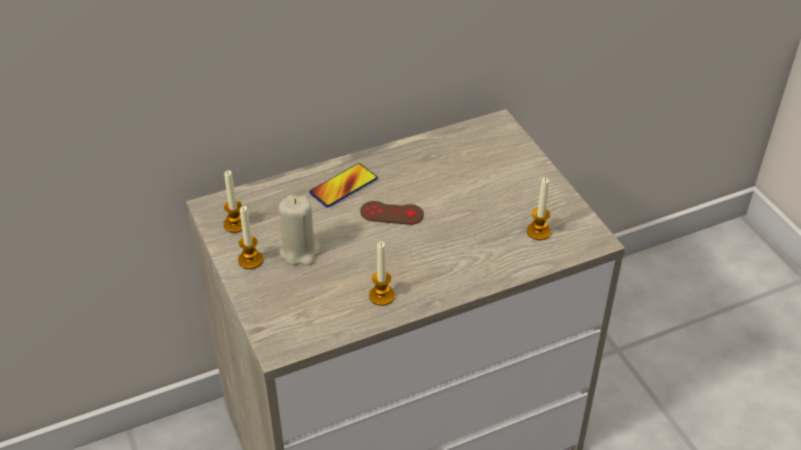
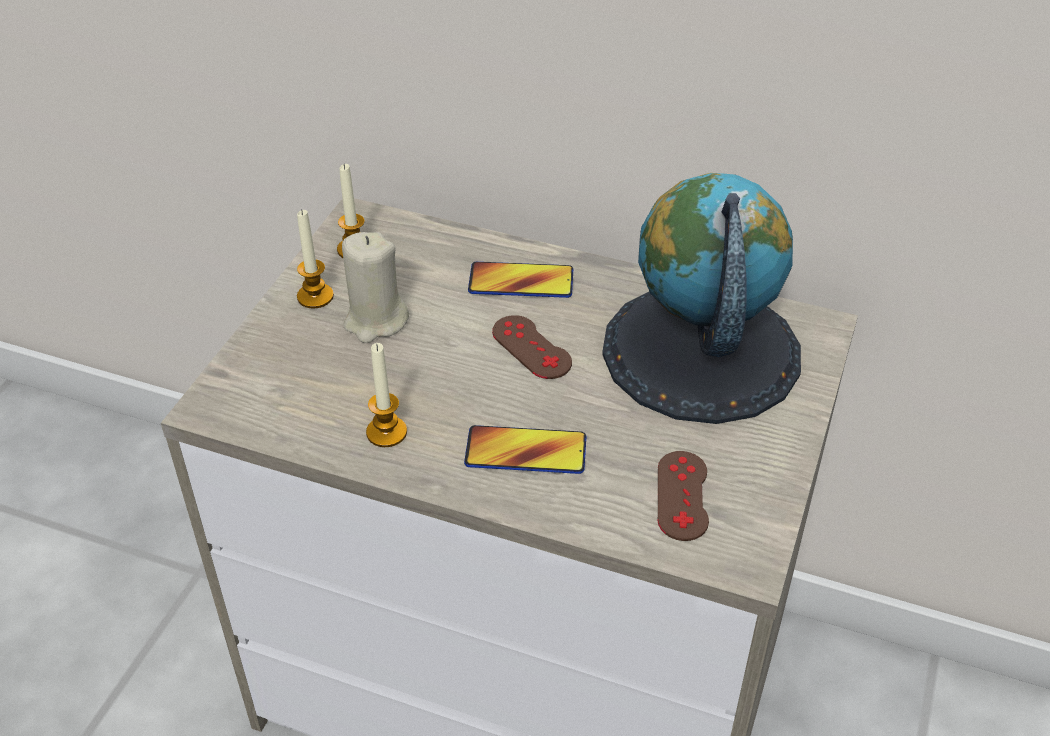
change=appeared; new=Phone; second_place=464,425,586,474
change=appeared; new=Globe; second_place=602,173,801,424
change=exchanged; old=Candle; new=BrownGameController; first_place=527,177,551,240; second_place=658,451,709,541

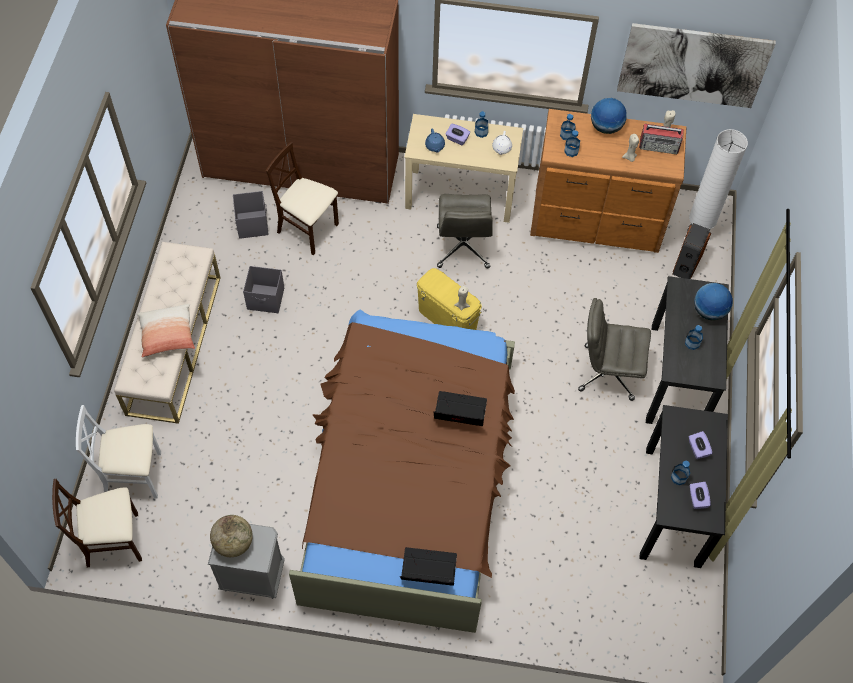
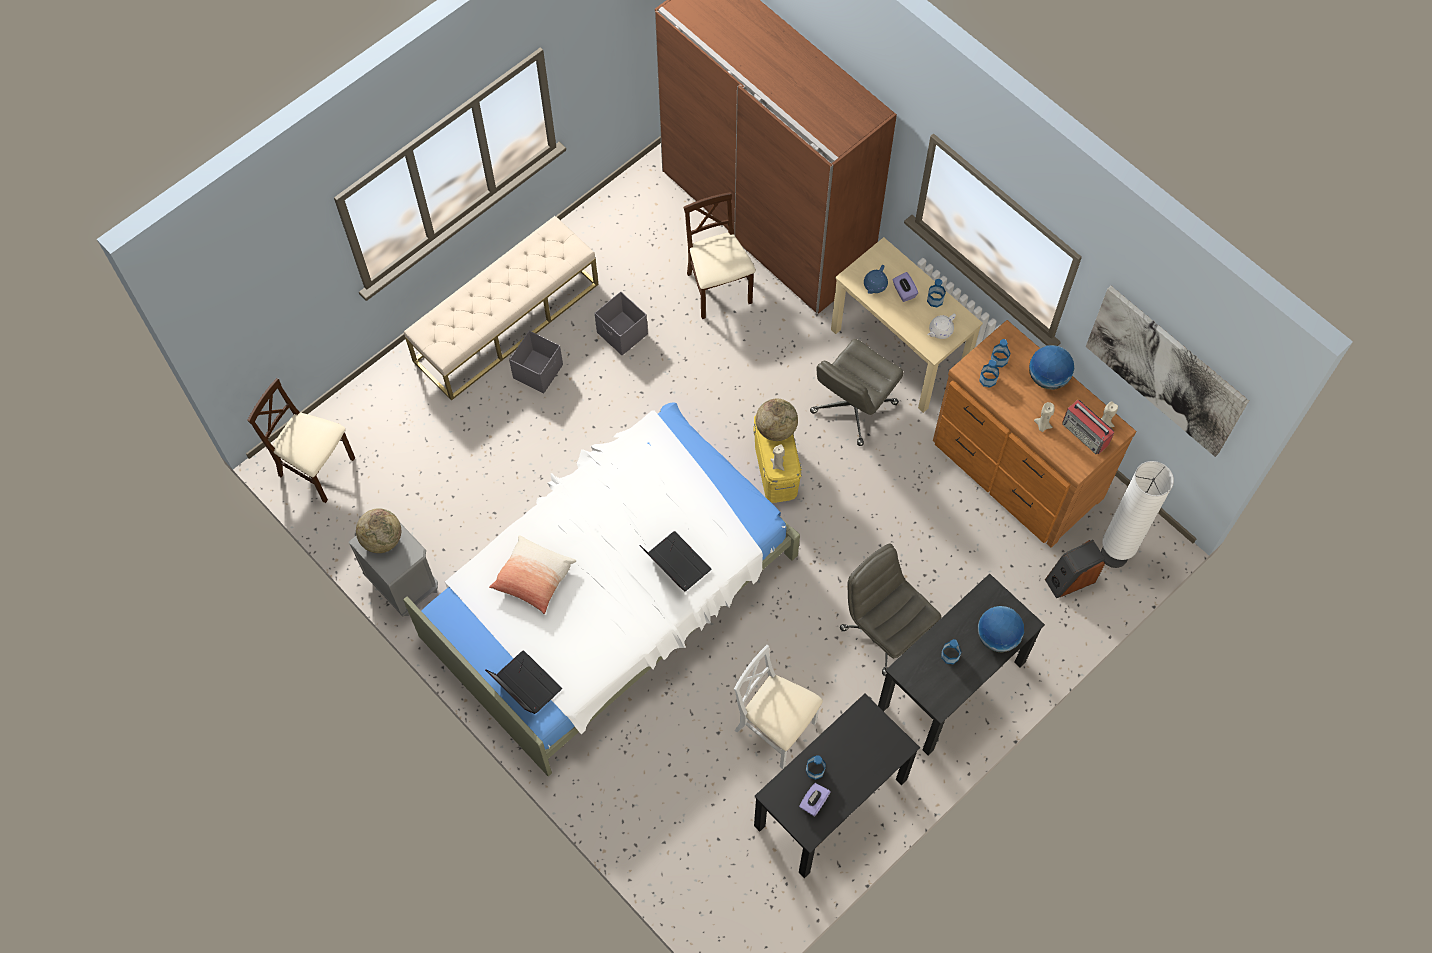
change=colour; old=BrownBed; new=WhiteBed; first_place=289,309,515,633; second_place=403,402,800,776
change=relocated; old=Pillow; first_place=137,304,195,358; second_place=489,535,576,614
change=relocated; old=GreyStorageBox; first_place=233,191,269,239; second_place=509,331,563,394
change=relocated; old=WhiteChair; first_place=76,405,161,499; second_place=734,645,823,769
change=appeared; new=Globe; second_place=756,399,798,441
change=missing; old=PurpleTissueBox; first_place=689,431,713,459

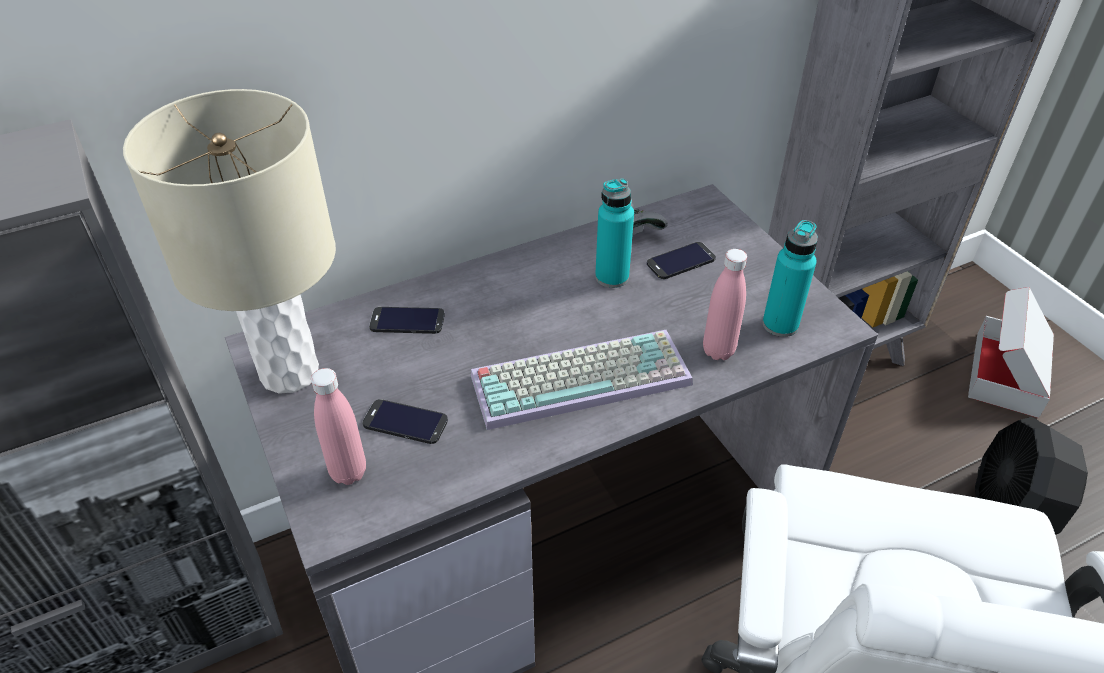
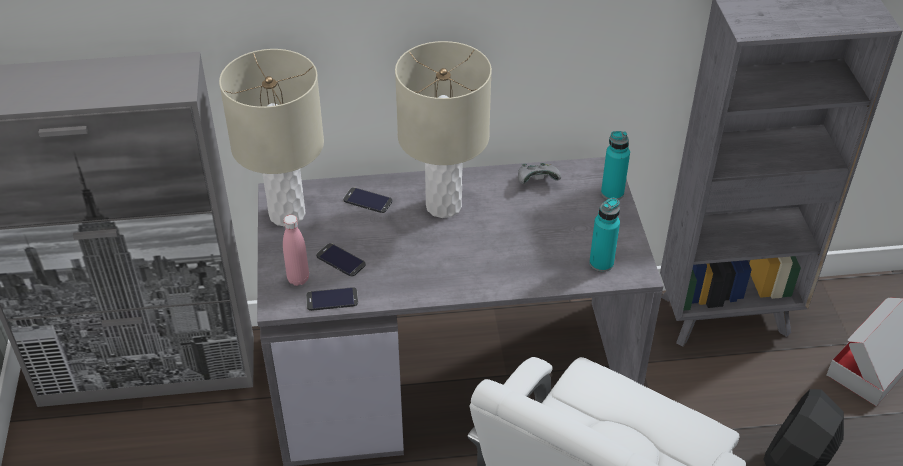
change=relocated; old=Phone; first_place=647,242,716,279; second_place=306,287,358,311
change=appeared; new=BeigeTableLamp; second_place=395,41,492,218
change=relocated; old=TurquoiseBottle; first_place=595,178,634,288; second_place=601,131,630,200
change=missing; old=Keyboard; first_place=471,330,693,430
change=missing; old=PinkBottle; first_place=703,249,747,360

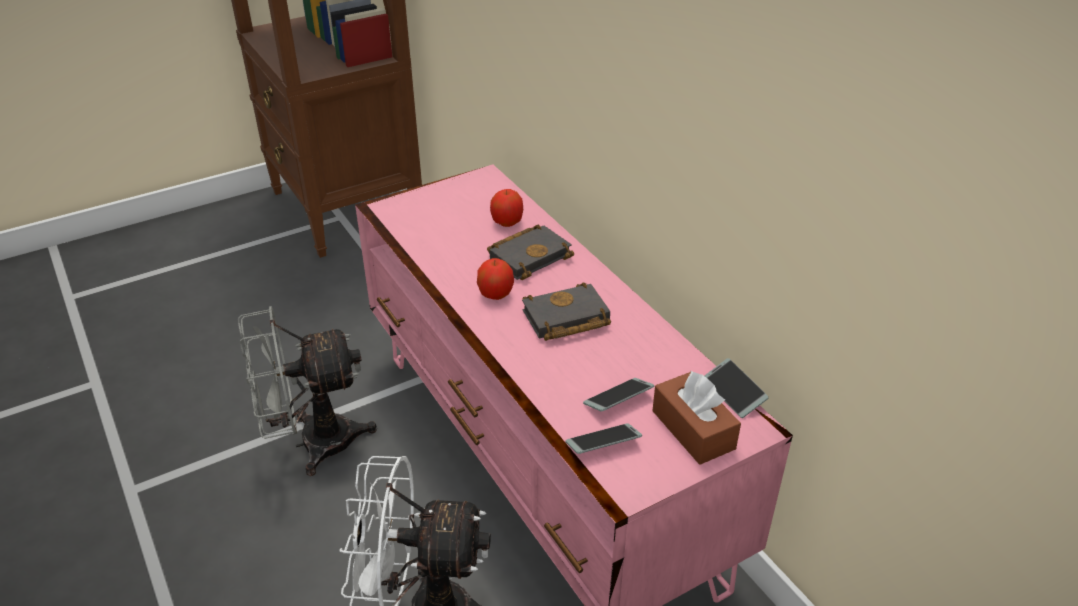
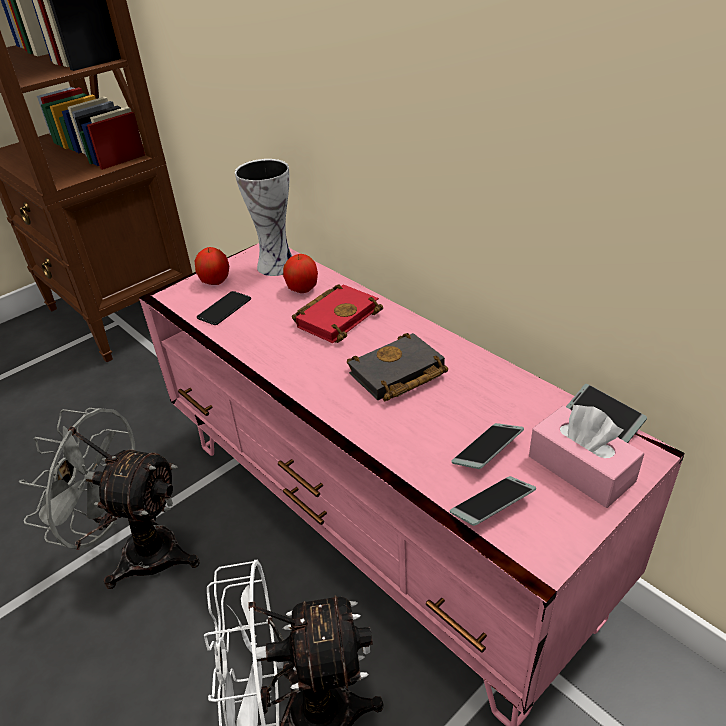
change=spun; old=GreyFan; first_place=238,306,377,476; second_place=19,408,200,589; degrees=45
change=relocated; old=Apple; first_place=477,258,514,300; second_place=194,247,229,285
change=appeared; new=Phone; second_place=197,291,251,325
change=appeared; new=Vase; second_place=235,159,292,276
change=colour; old=BlackBook; new=RedBook; first_place=487,225,574,280; second_place=292,284,383,343
change=colour; old=BrownTissueBox; new=PinkTissueBox; first_place=652,371,741,465; second_place=529,404,644,508

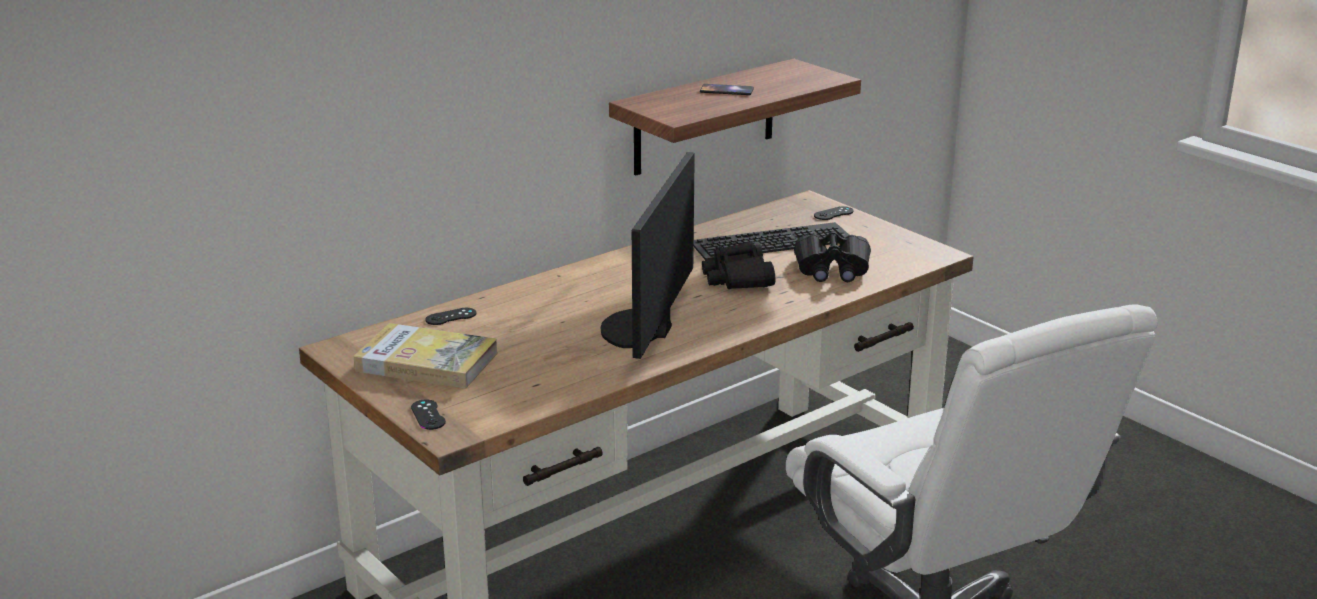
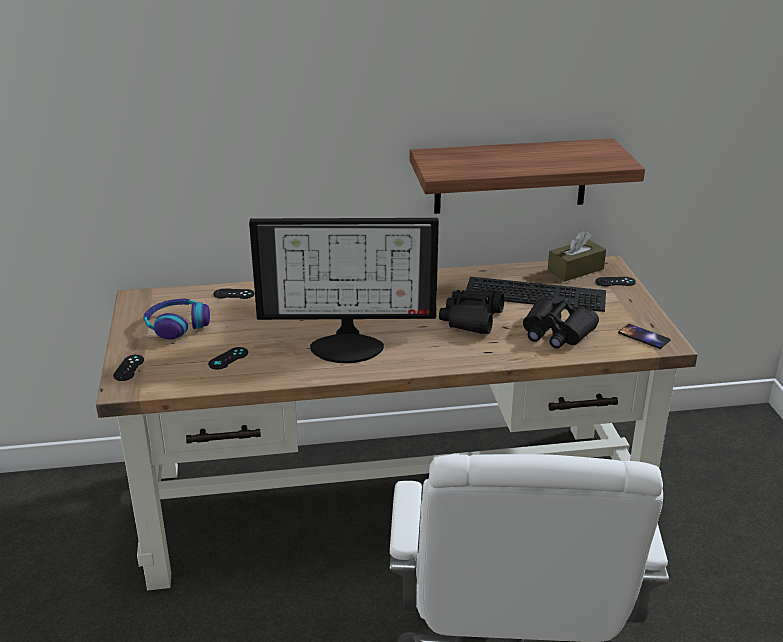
change=exchanged; old=Book; new=Headphones; first_place=354,323,498,389; second_place=143,298,210,340
change=appeared; new=BlackGameController; second_place=208,347,248,370
change=spun; old=Monitor; first_place=601,152,695,359; second_place=249,218,439,364; degrees=-135
change=appeared; new=BrownTissueBox; second_place=547,231,606,281
change=relocated; old=Phone; first_place=700,84,754,95; second_place=618,324,670,349

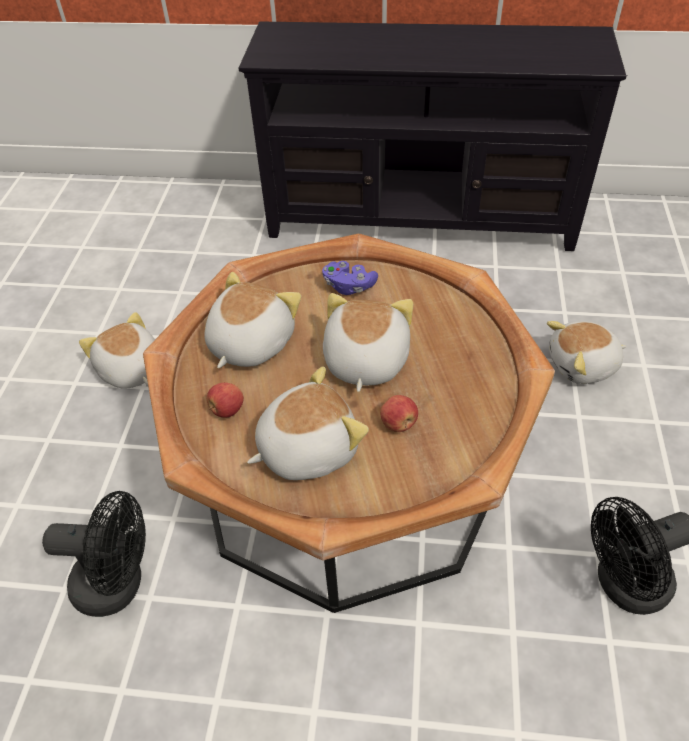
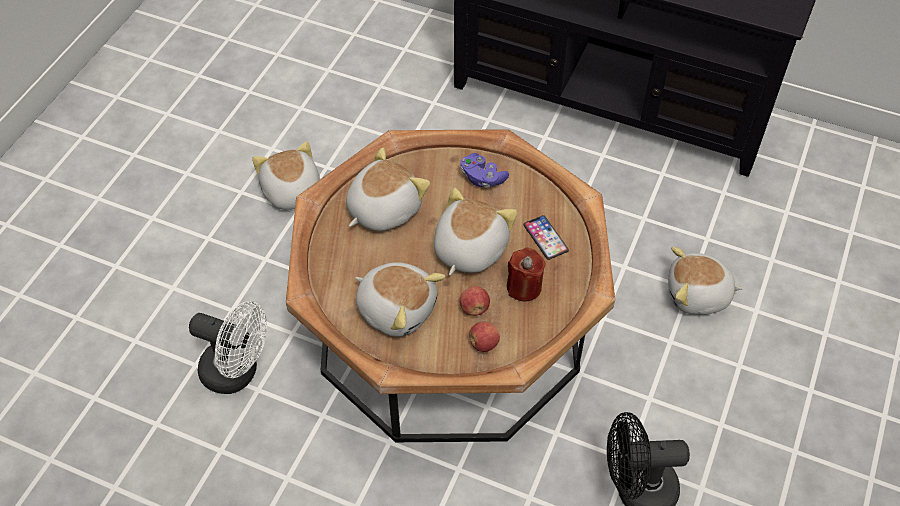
change=colour; old=BlackFan; new=WhiteFan; first_place=42,491,146,617; second_place=189,301,267,394
change=spun; old=PlushToy; first_place=247,366,369,480; second_place=355,262,446,337; degrees=45
change=relocated; old=Apple; first_place=207,382,244,418; second_place=469,322,500,352
change=appeared; new=RedCandle; second_place=507,248,546,301
change=appeared; new=Phone; second_place=524,215,569,260

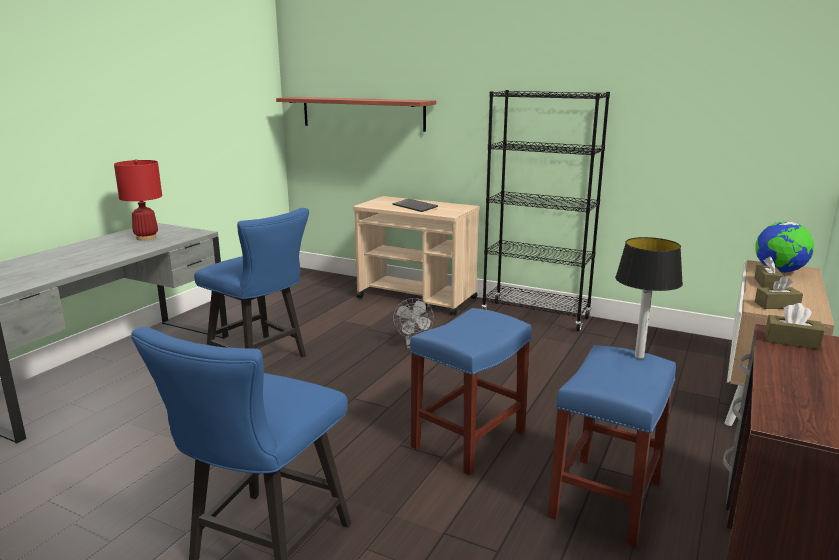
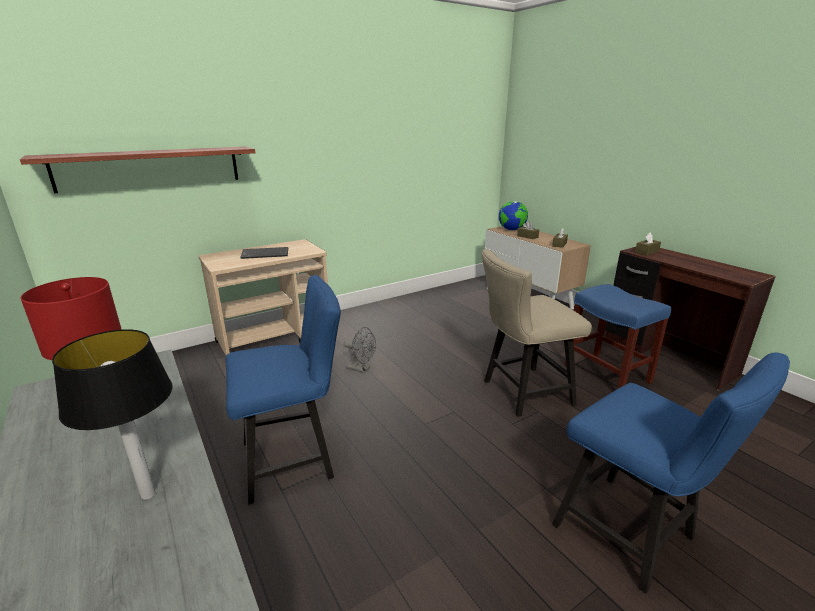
change=relocated; old=TableLamp; first_place=615,237,683,359; second_place=52,329,173,500
change=exchanged; old=BlueStool; new=BeigeChair; first_place=410,308,532,476; second_place=481,249,592,417
change=missing; old=BlackBookcase; first_place=482,90,610,331

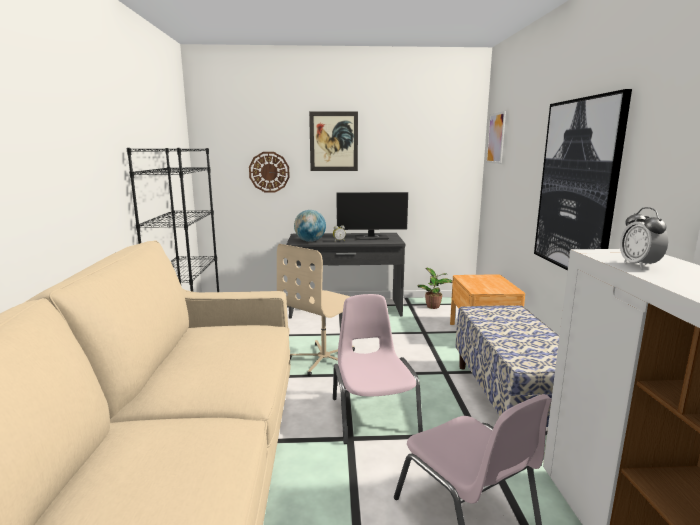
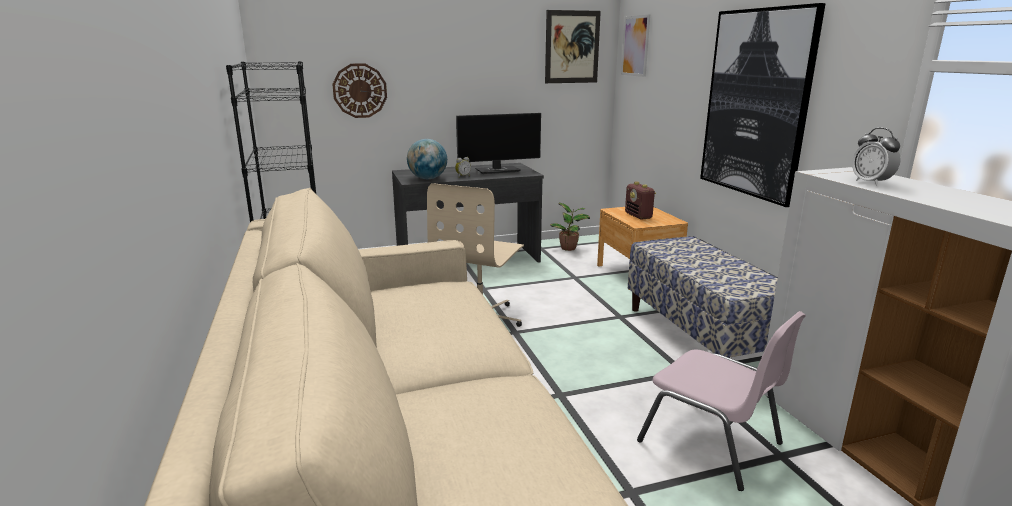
change=relocated; old=Picture; first_place=309,111,358,171; second_place=545,10,601,83
change=appeared; new=Radio; second_place=625,182,656,219
change=missing; old=PinkChair; first_place=333,294,423,444

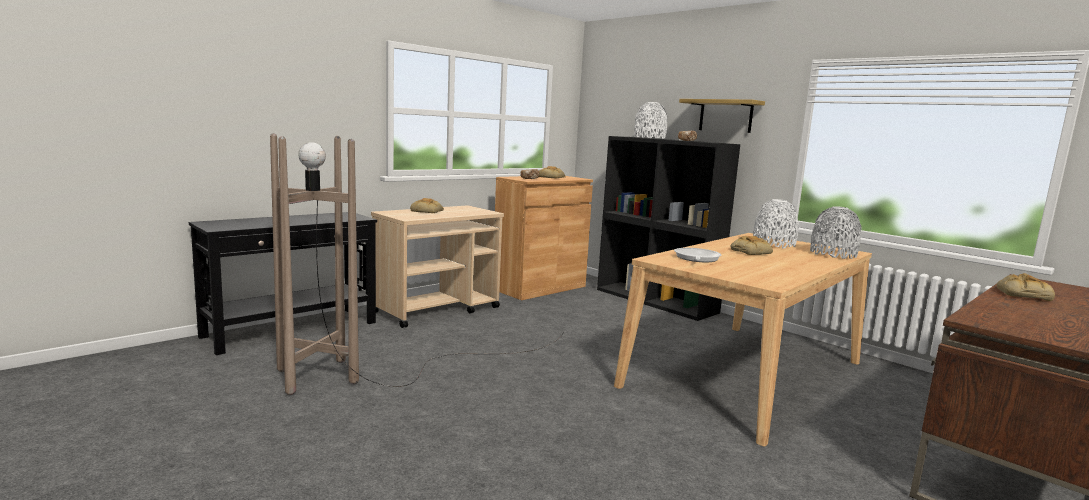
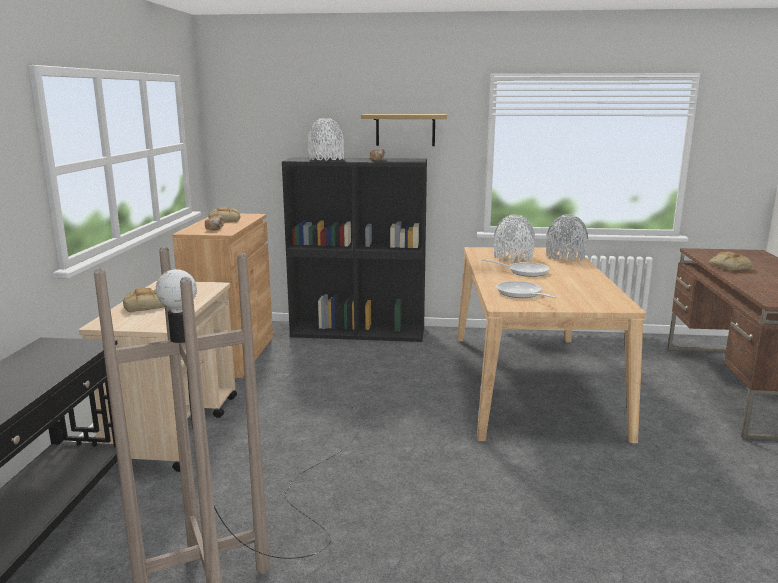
change=exchanged; old=Bread; new=FryingPan; first_place=730,236,773,255; second_place=482,259,550,277

